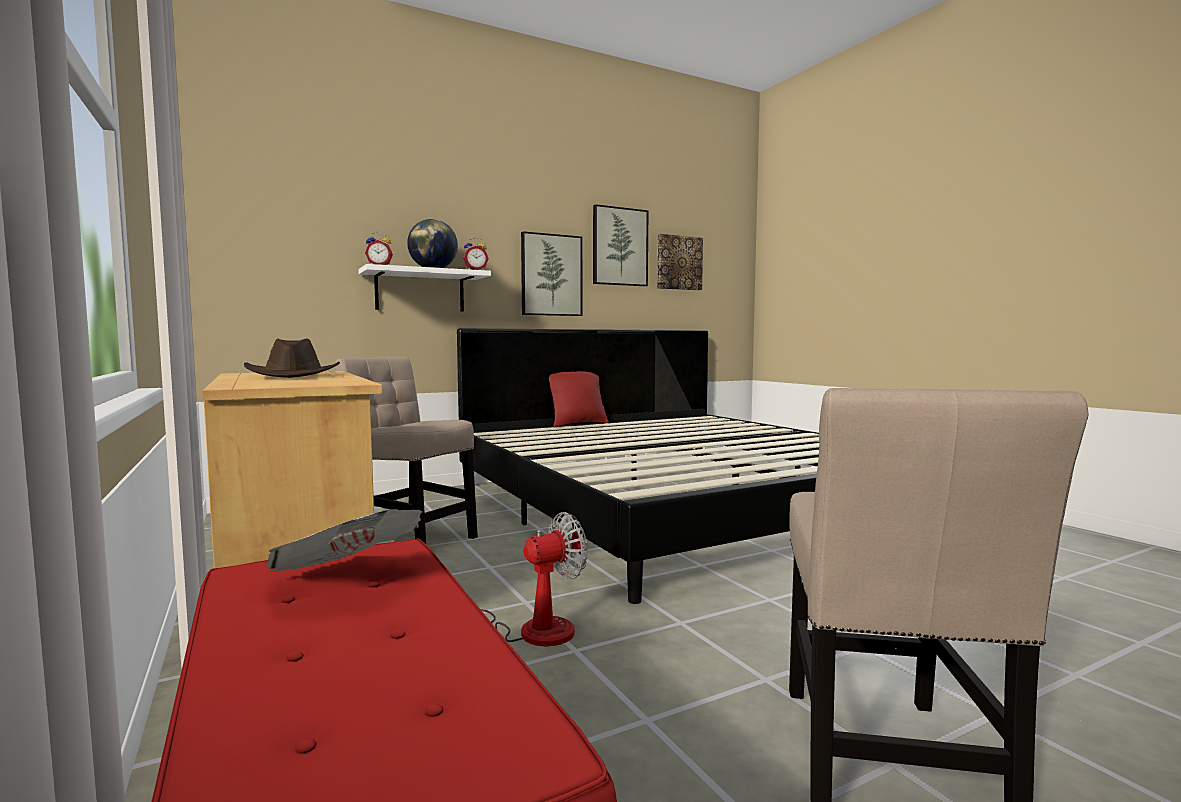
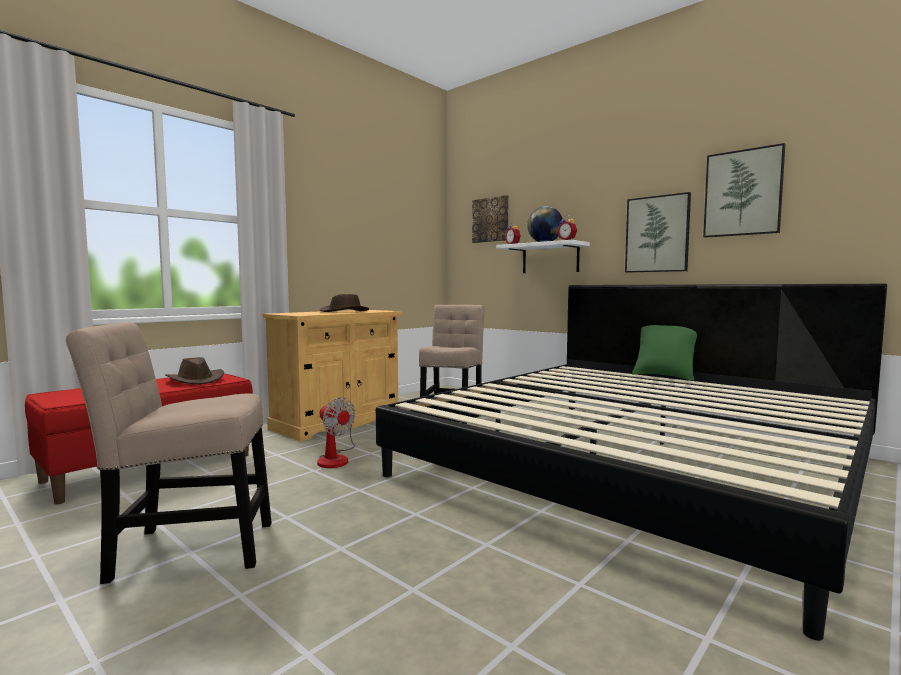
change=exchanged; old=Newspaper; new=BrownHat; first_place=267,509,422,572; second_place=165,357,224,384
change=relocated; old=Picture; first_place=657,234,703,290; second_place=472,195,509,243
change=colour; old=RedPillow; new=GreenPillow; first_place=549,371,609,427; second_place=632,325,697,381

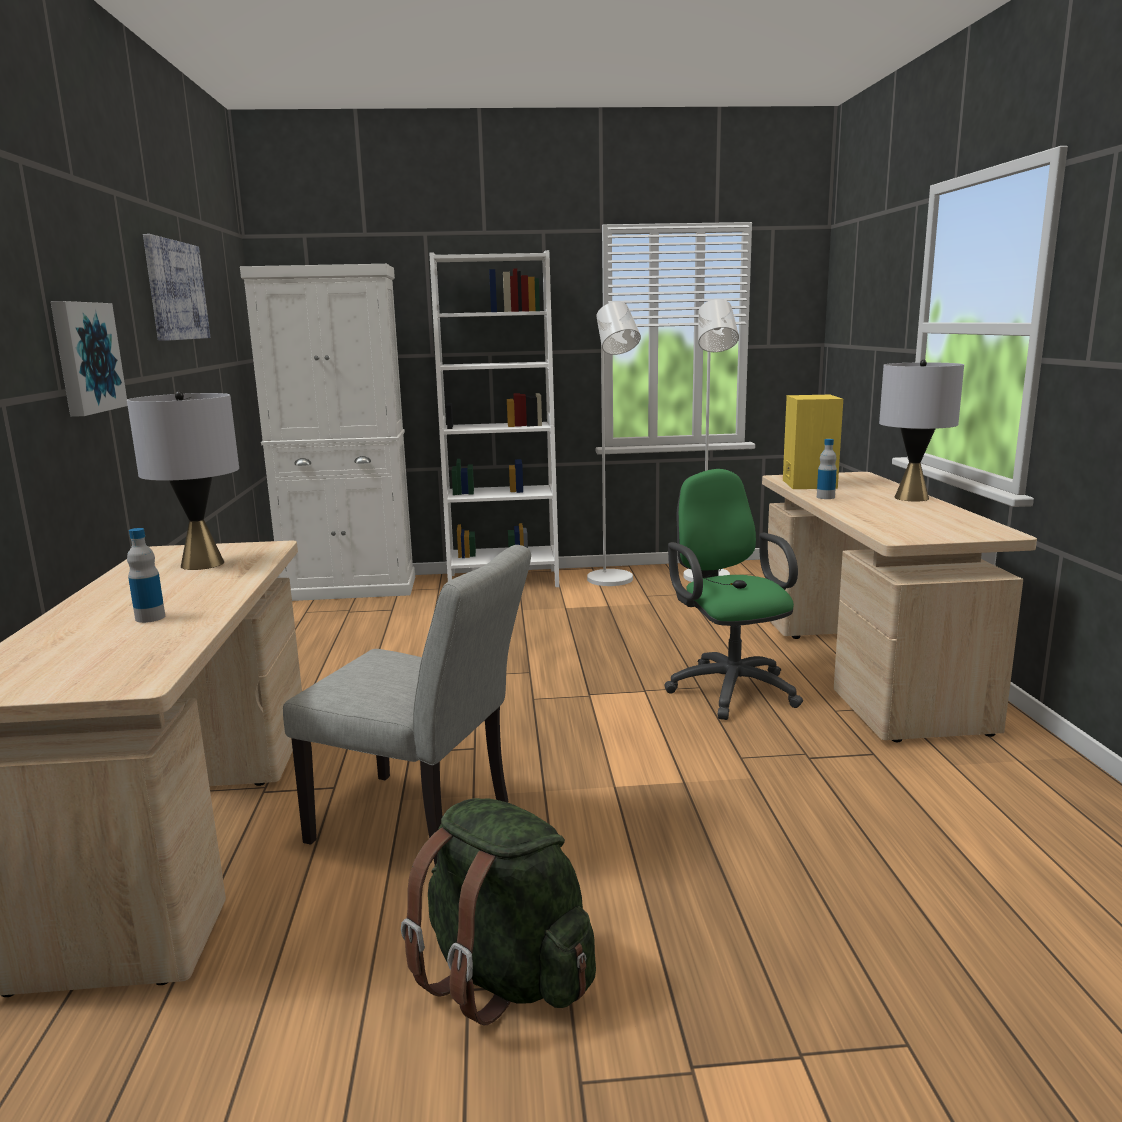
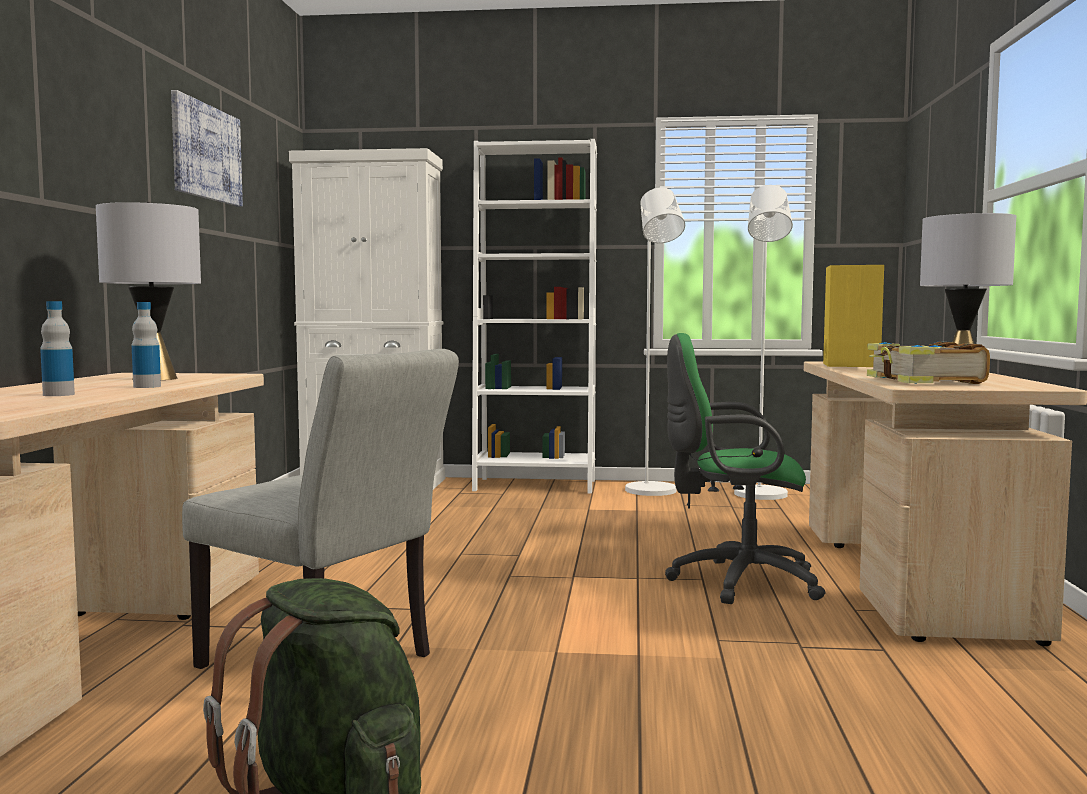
change=relocated; old=Bottle; first_place=817,439,837,499; second_place=132,302,161,388
change=spun; old=GreenOfficeChair; first_place=665,469,803,720; second_place=665,333,826,604; degrees=-75
change=appeared; new=Book; second_place=867,342,990,384
change=missing; old=Picture; first_place=50,301,128,417

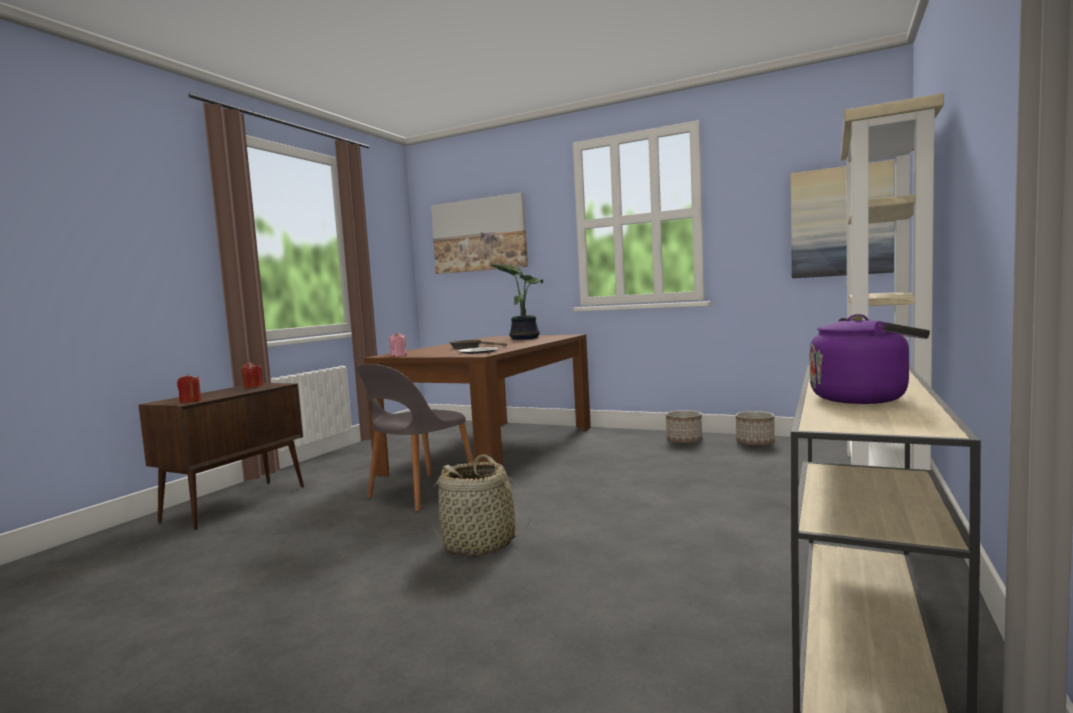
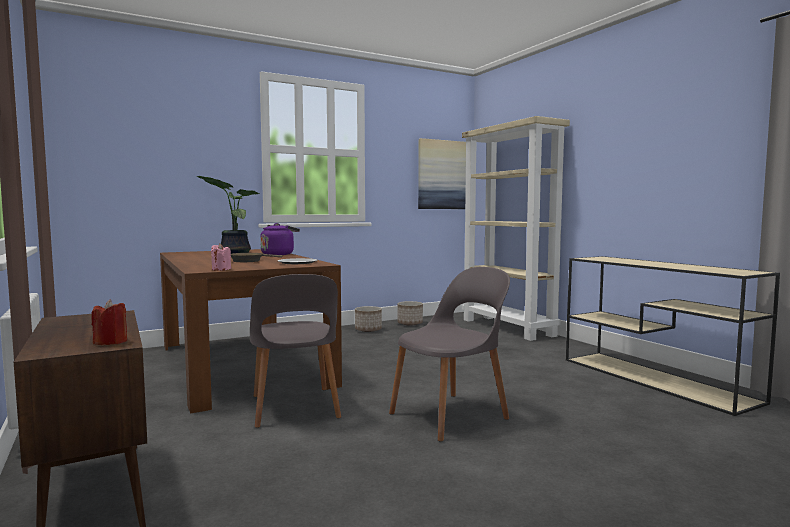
change=relocated; old=PurpleKettle; first_place=809,314,930,404; second_place=260,223,300,255
change=exchanged; old=Basket; new=GreyChair; first_place=433,454,531,556; second_place=389,267,510,442
change=missing; old=RedCandle; first_place=241,362,263,388
change=missing; old=Picture; first_place=431,192,528,274

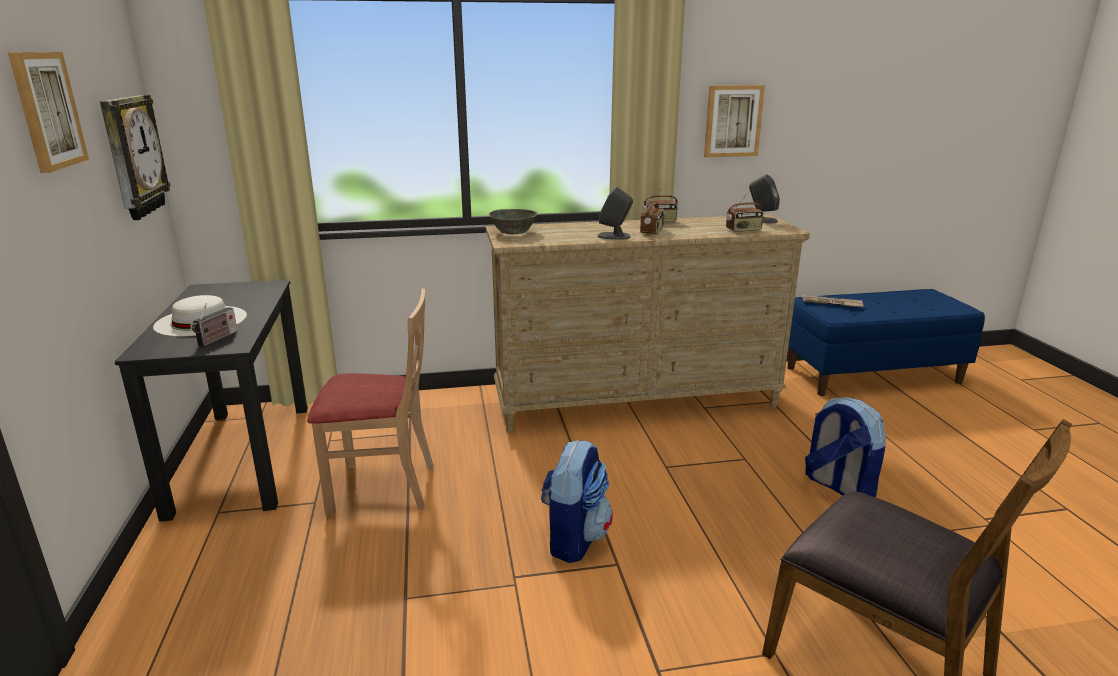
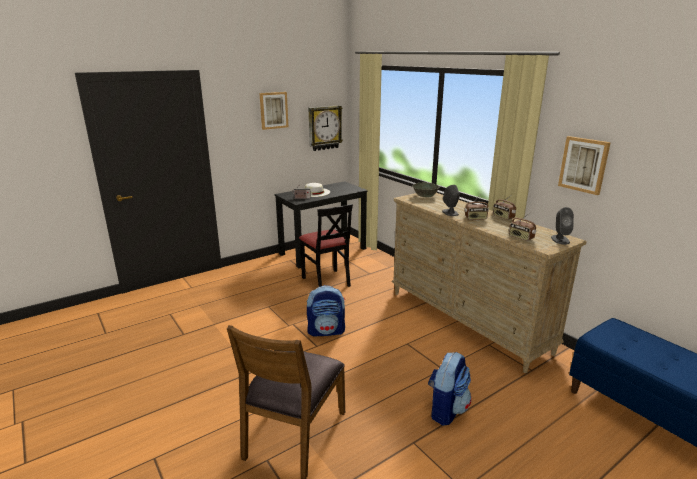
change=colour; old=BeigeChair; new=BlackChair; first_place=307,289,434,516; second_place=299,204,353,287
change=missing; old=Newspaper; first_place=801,295,863,307

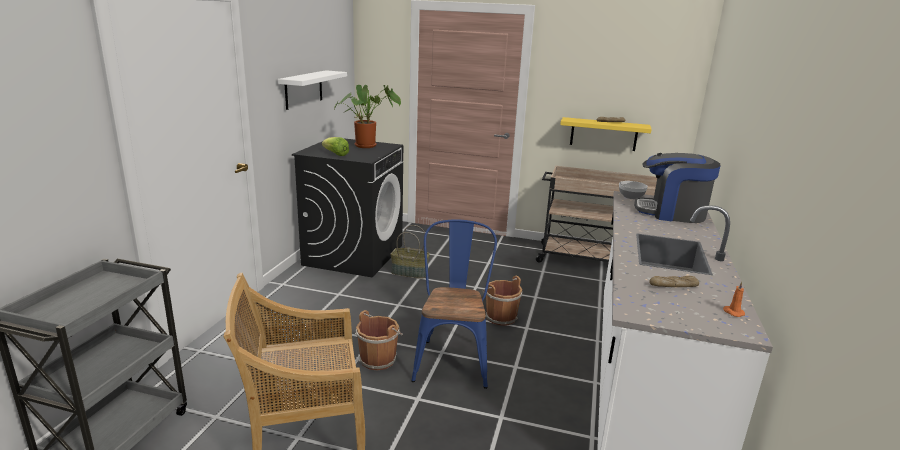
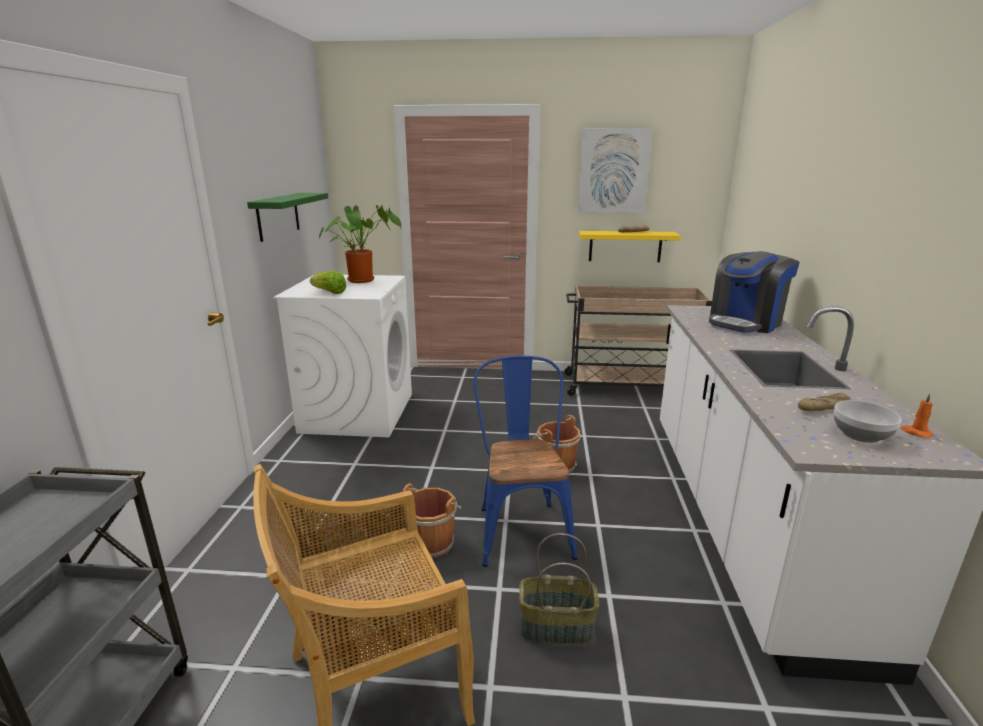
change=colour; old=WhiteShelf; new=GreenShelf; first_place=278,70,347,110; second_place=247,193,328,242
change=colour; old=BlackWashingMachine; new=WhiteWashingMachine; first_place=292,138,403,277; second_place=273,274,412,437
change=relocated; old=Basket; first_place=391,225,430,279; second_place=519,533,599,644
change=appeared; new=Picture; second_place=578,128,653,213
change=spun; old=CoffeeMachine; first_place=634,153,721,223; second_place=709,251,800,333; degrees=-45
change=relocated; old=Bowl; first_place=619,181,648,199; second_place=834,400,902,443

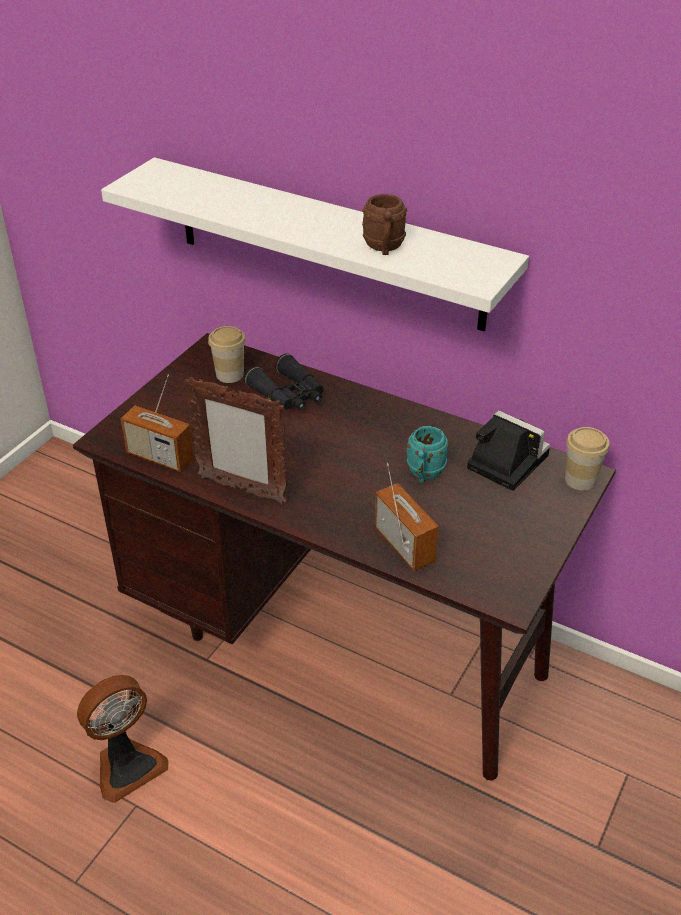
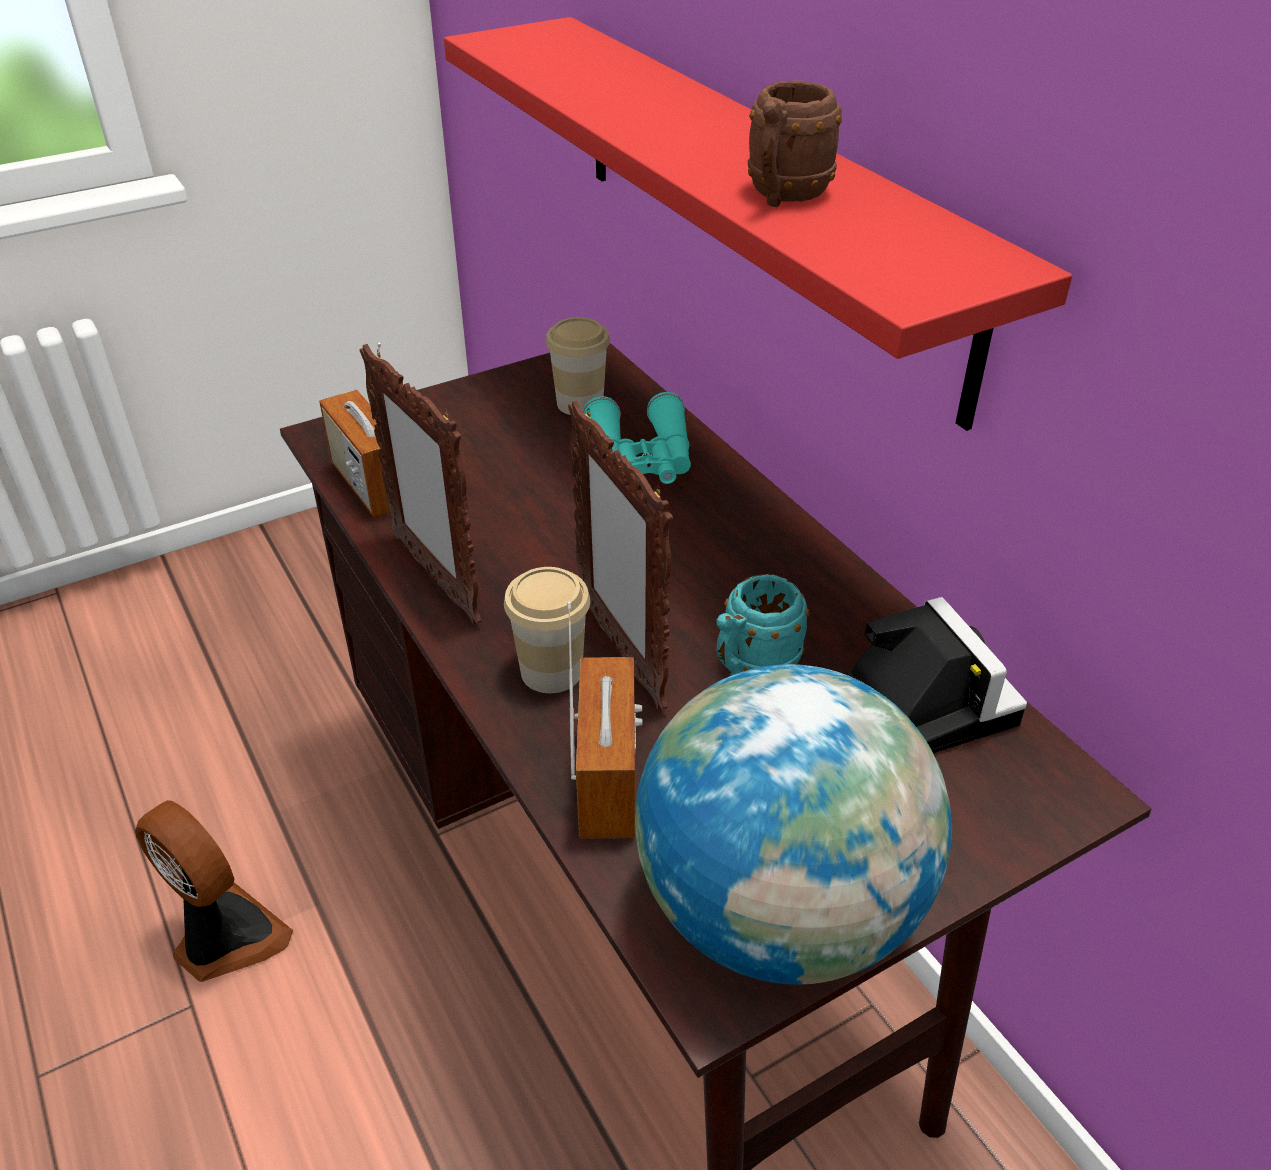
change=spun; old=Fan; first_place=77,675,169,803; second_place=135,800,293,982; degrees=-135
change=colour; old=WhiteShelf; new=RedShelf; first_place=101,157,529,331; second_place=444,17,1072,431
change=relocated; old=Cup; first_place=565,427,610,491; second_place=504,567,590,693
change=appeared; new=PictureFrame; second_place=568,400,673,710
change=colour; old=BlackBinoculars; new=TurquoiseBinoculars; first_place=244,353,324,410; second_place=583,392,691,484
change=appeared; new=Globe; second_place=635,664,952,985

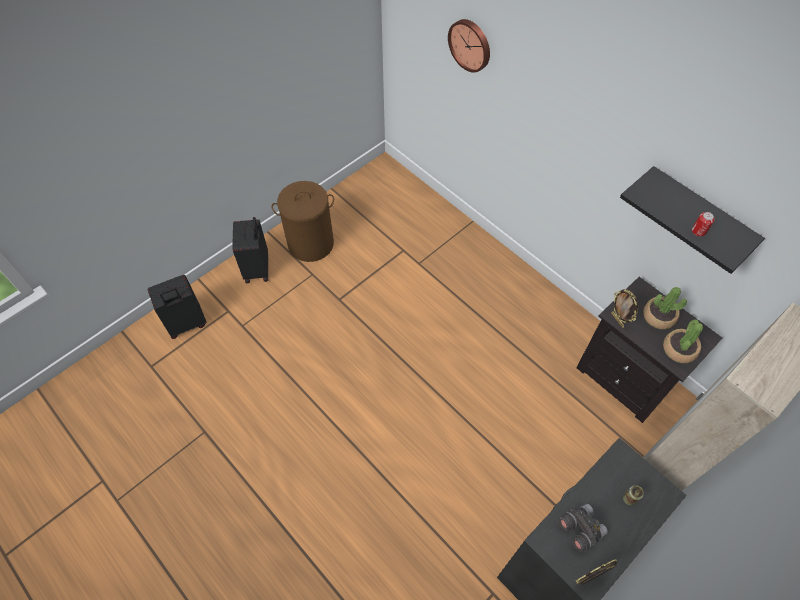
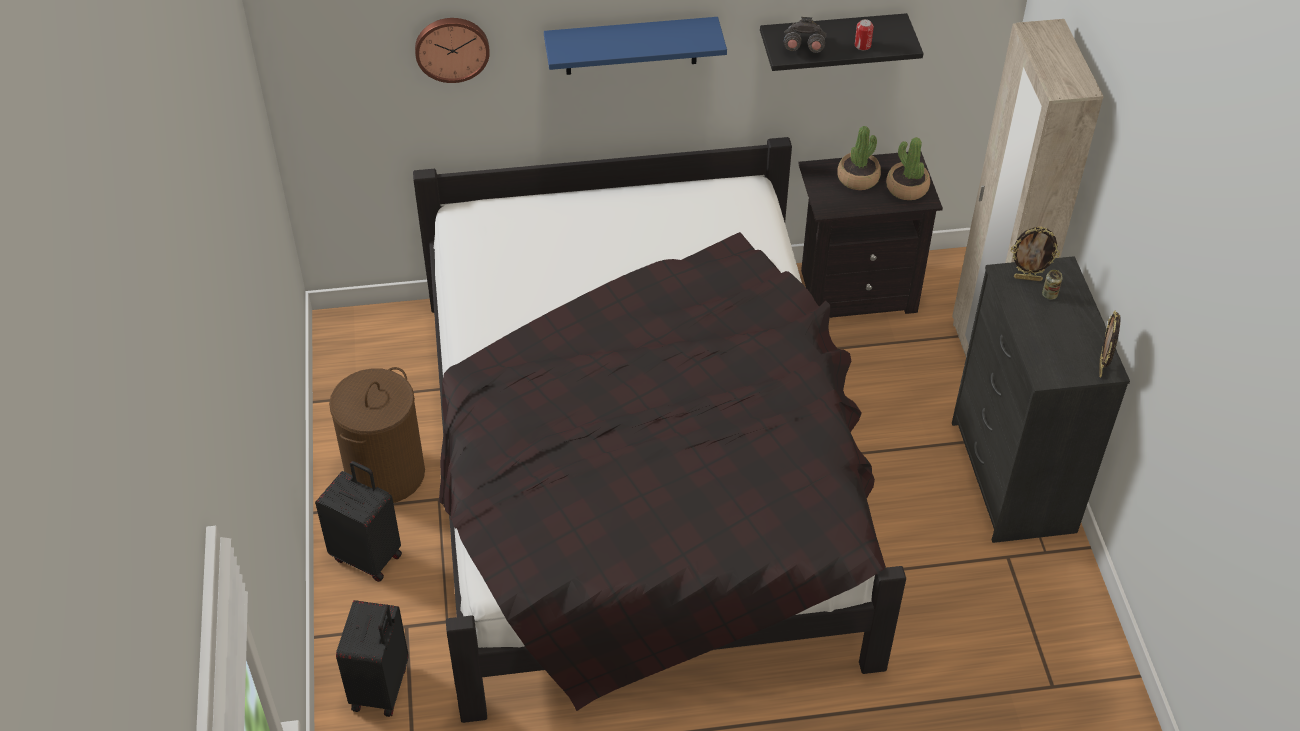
change=appeared; new=BlackBed; second_place=413,137,906,723
change=appeared; new=BlueShelf; second_place=544,17,727,75
change=relocated; old=GreyBinoculars; first_place=558,504,608,552; second_place=784,17,826,53
change=relocated; old=PictureFrame; first_place=612,289,638,328; second_place=1010,226,1060,281

